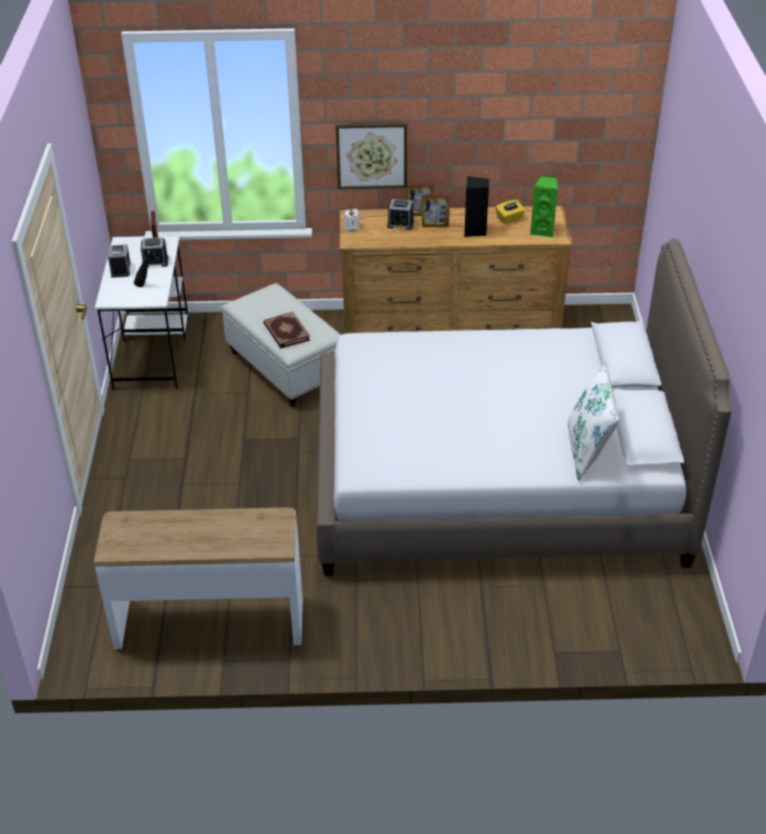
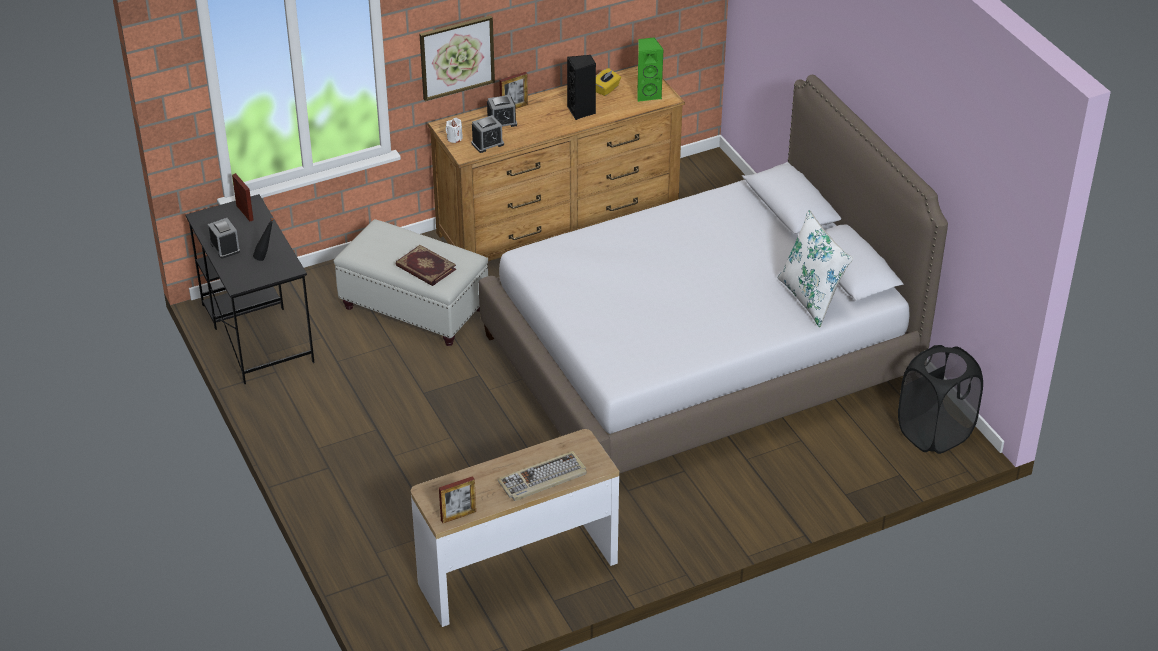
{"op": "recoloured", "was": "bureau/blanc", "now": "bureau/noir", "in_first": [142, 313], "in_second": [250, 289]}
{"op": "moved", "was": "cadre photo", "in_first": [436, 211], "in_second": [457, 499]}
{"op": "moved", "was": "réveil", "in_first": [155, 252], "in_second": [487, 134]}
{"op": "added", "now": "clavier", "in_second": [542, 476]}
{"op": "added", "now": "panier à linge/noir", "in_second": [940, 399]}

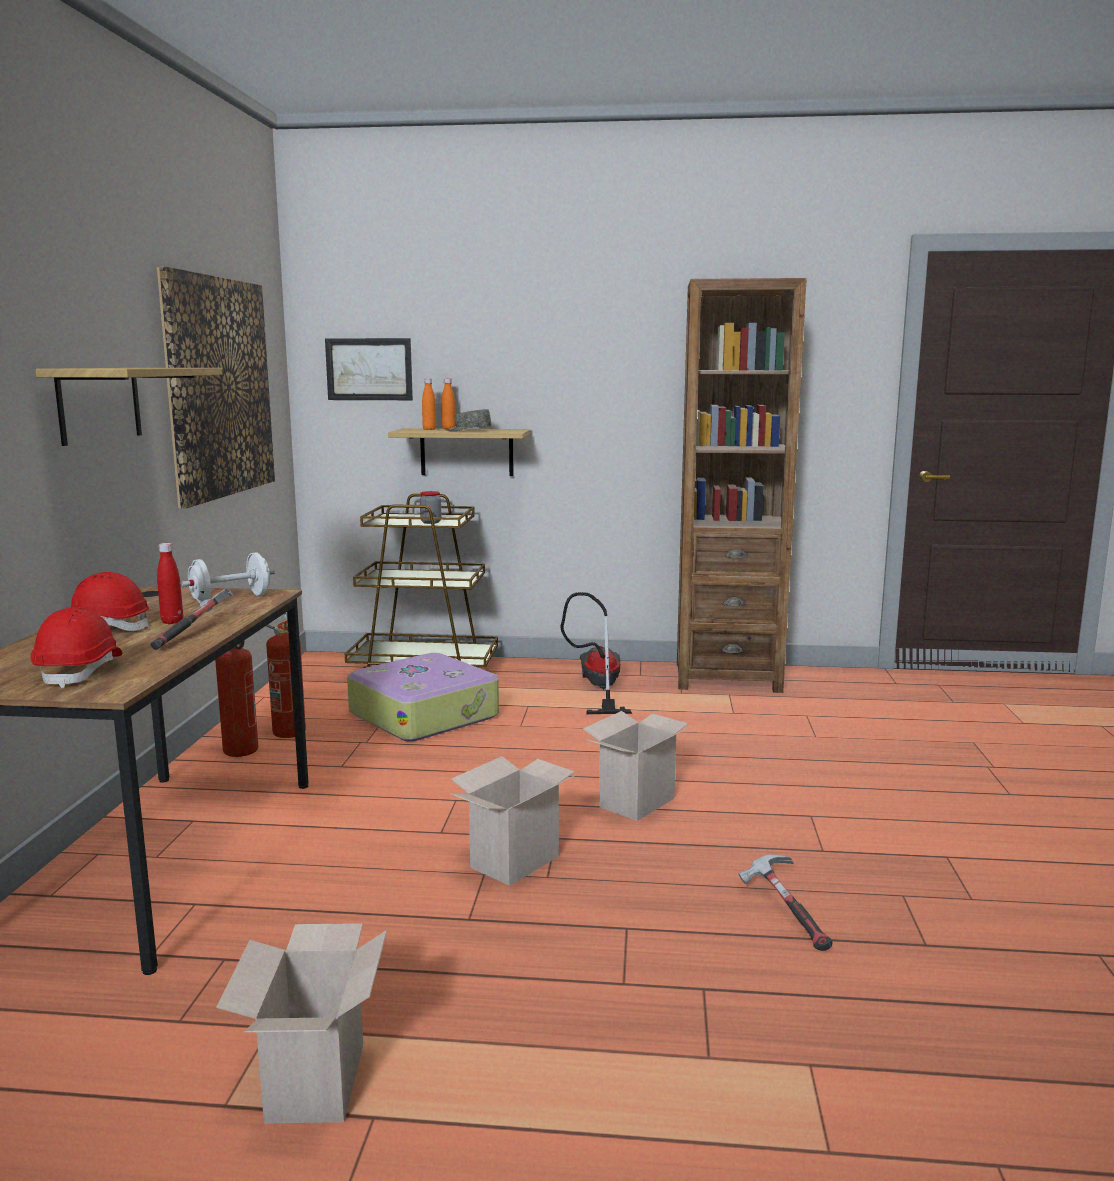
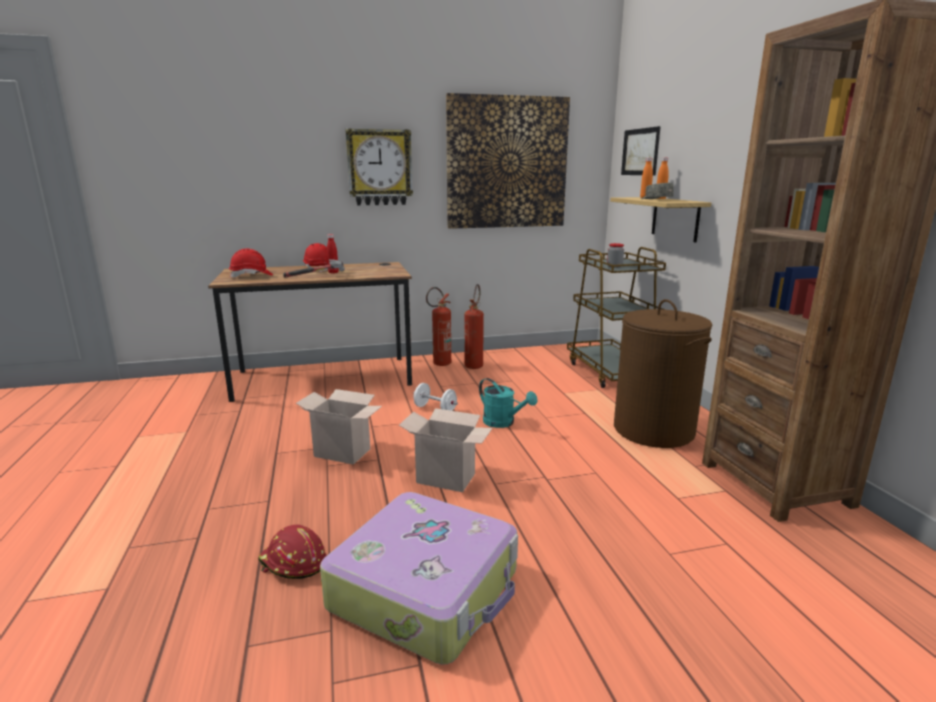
{"op": "replaced", "was": "marteau", "now": "casque de chantier/rouge", "in_first": [785, 902], "in_second": [292, 552]}
{"op": "moved", "was": "valise", "in_first": [423, 697], "in_second": [419, 578]}
{"op": "replaced", "was": "étagère", "now": "horloge murale", "in_first": [129, 407], "in_second": [379, 167]}
{"op": "moved", "was": "haltère/blanc", "in_first": [228, 577], "in_second": [435, 397]}
{"op": "added", "now": "arrosoir/turquoise", "in_second": [508, 403]}
{"op": "replaced", "was": "aspirateur", "now": "panier à linge/marron", "in_first": [596, 653], "in_second": [663, 373]}
{"op": "removed", "was": "carton", "in_first": [301, 1023]}

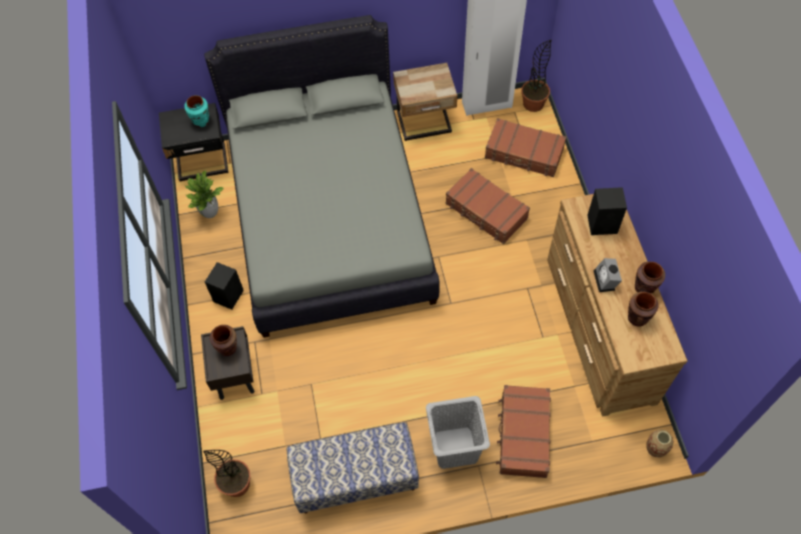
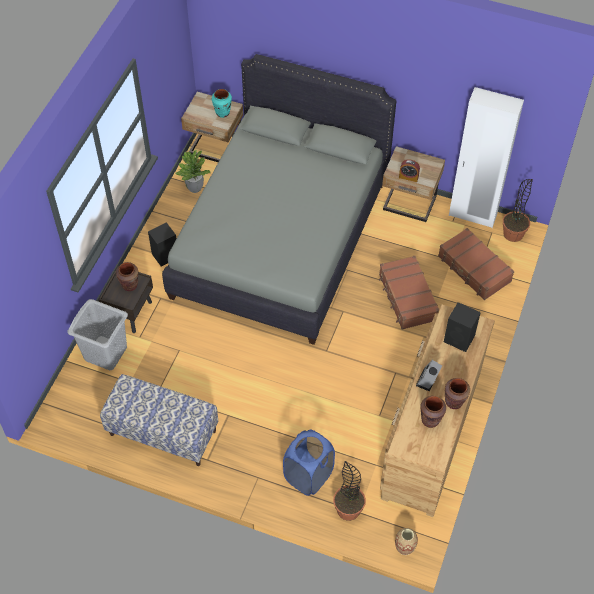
{"op": "moved", "was": "panier à linge/gris", "in_first": [458, 432], "in_second": [97, 334]}
{"op": "recoloured", "was": "table de chevet/noir", "now": "table de chevet/beige", "in_first": [194, 142], "in_second": [212, 127]}
{"op": "replaced", "was": "valise/marron", "now": "panier à linge/bleu", "in_first": [523, 431], "in_second": [309, 463]}
{"op": "moved", "was": "plante en pot", "in_first": [227, 473], "in_second": [349, 491]}
{"op": "added", "now": "réveil", "in_second": [409, 170]}

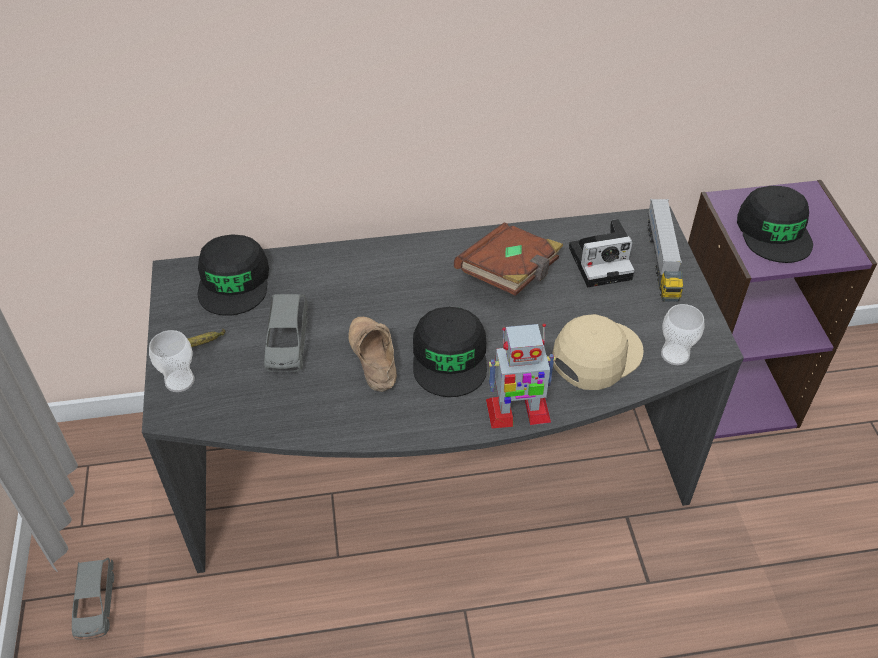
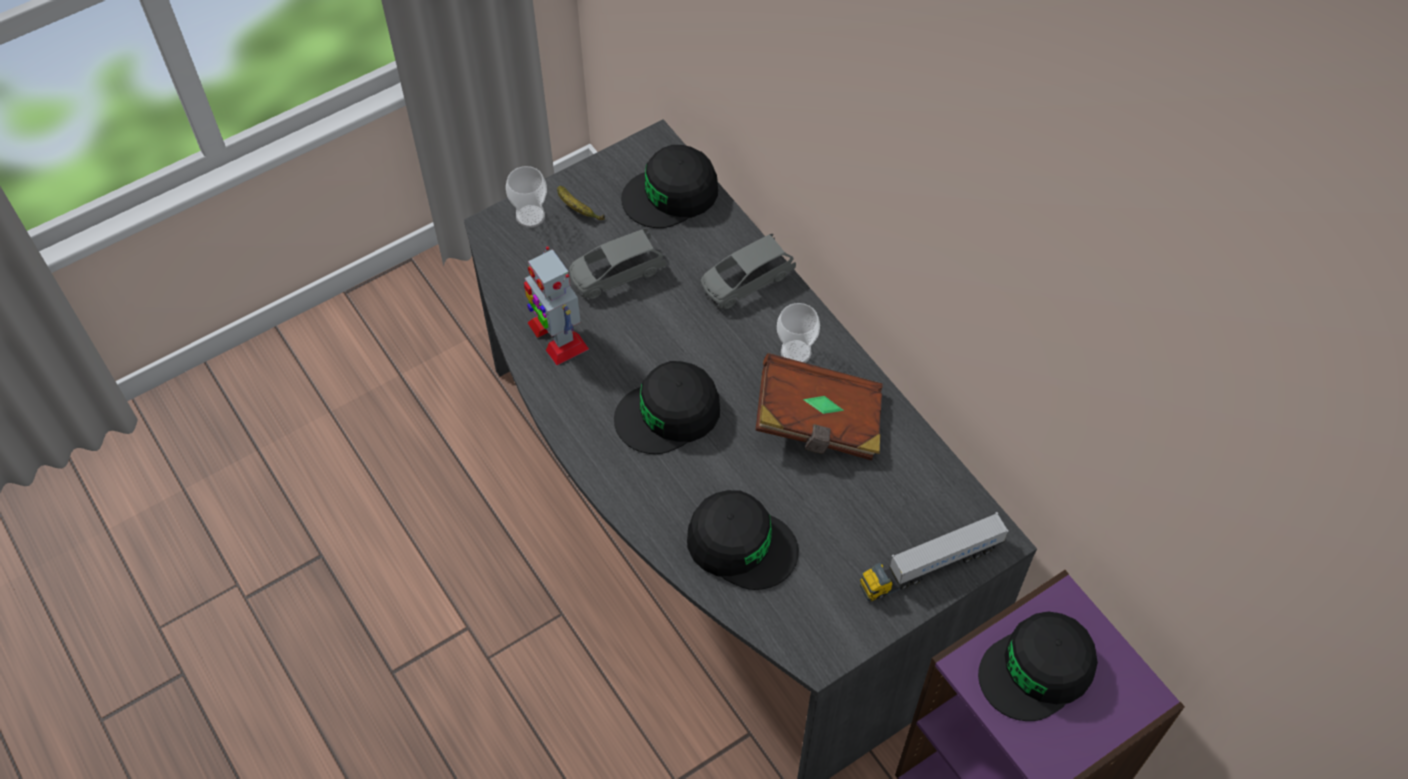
{"op": "moved", "was": "robot jouet", "in_first": [521, 376], "in_second": [556, 305]}
{"op": "recoloured", "was": "casquette/beige", "now": "casquette/noir", "in_first": [598, 352], "in_second": [743, 540]}
{"op": "moved", "was": "petite voiture/gris", "in_first": [93, 599], "in_second": [748, 271]}
{"op": "moved", "was": "tasse", "in_first": [683, 334], "in_second": [798, 333]}
{"op": "removed", "was": "chaussure/beige", "in_first": [372, 354]}
{"op": "removed", "was": "appareil photo", "in_first": [602, 253]}

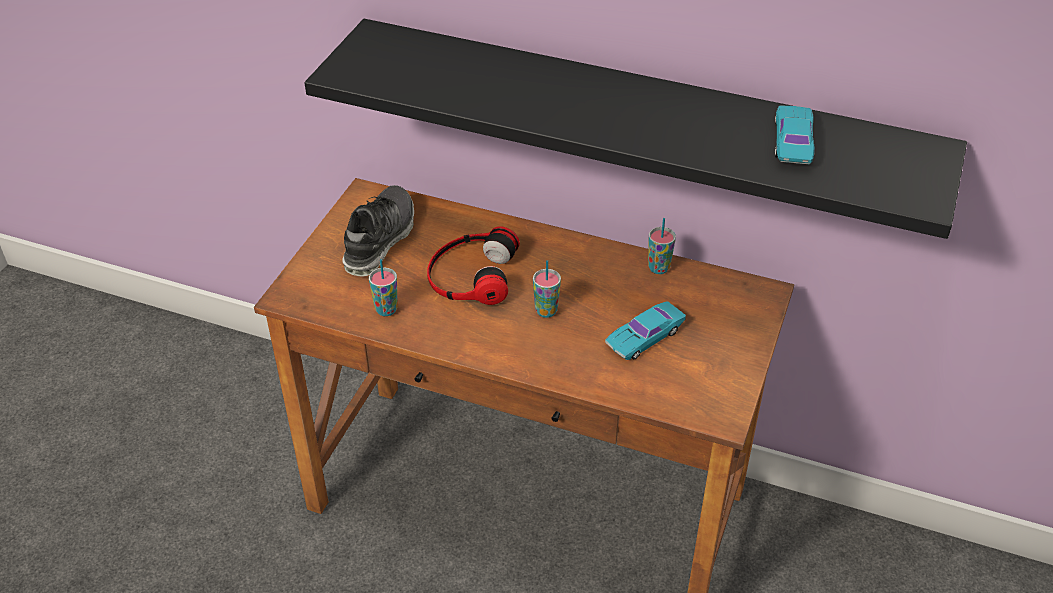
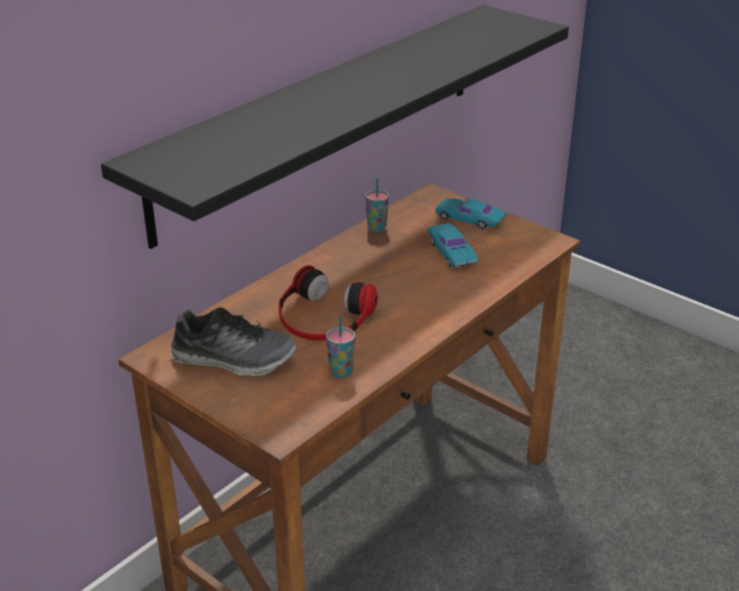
{"op": "turned", "was": "chaussure", "in_first": [378, 231], "in_second": [233, 341], "clockwise": 150}
{"op": "moved", "was": "petite voiture/turquoise", "in_first": [795, 134], "in_second": [470, 213]}
{"op": "removed", "was": "tasse", "in_first": [547, 289]}

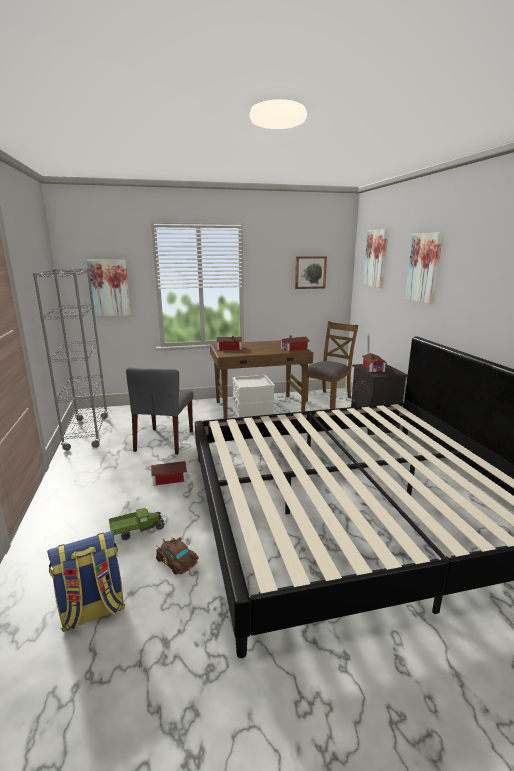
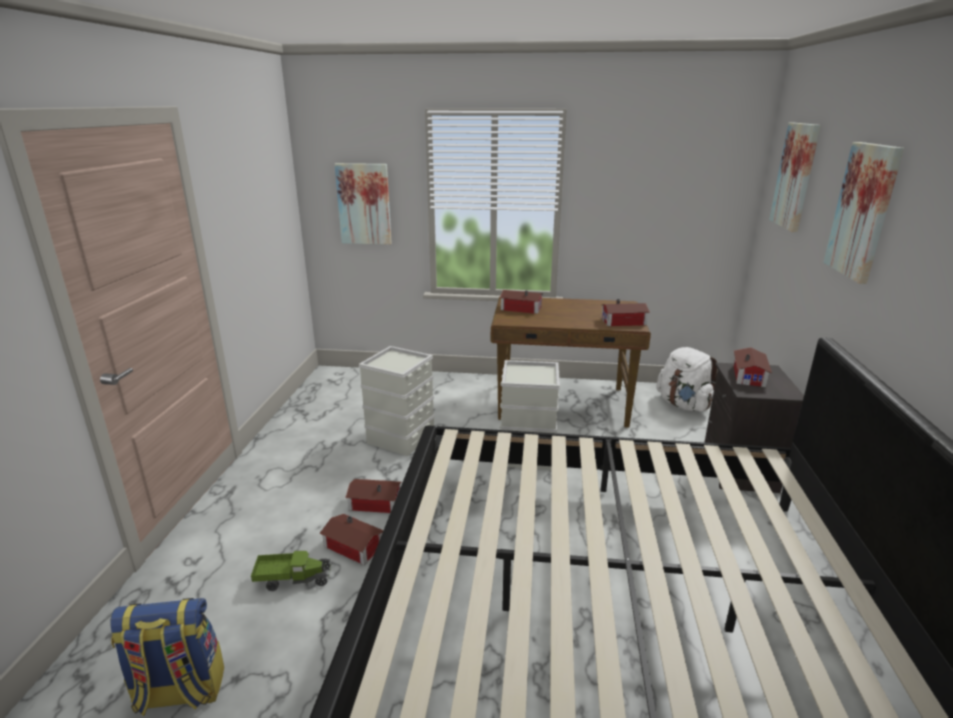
{"op": "added", "now": "maison miniature", "in_second": [352, 539]}
{"op": "replaced", "was": "chaise/gris", "now": "boîte de rangement/gris", "in_first": [159, 411], "in_second": [397, 401]}
{"op": "replaced", "was": "chaise/marron", "now": "sac à dos/blanc", "in_first": [332, 365], "in_second": [686, 379]}
{"op": "removed", "was": "bibliothèque/gris", "in_first": [70, 359]}
{"op": "removed", "was": "petite voiture/marron", "in_first": [177, 555]}
{"op": "removed", "was": "tableau", "in_first": [311, 272]}

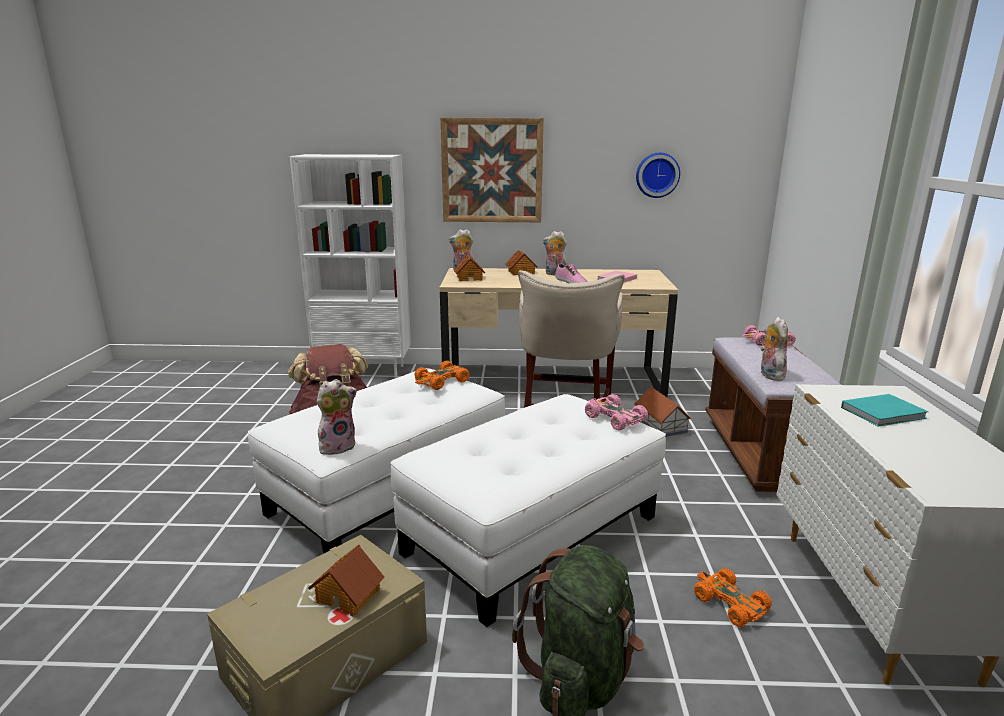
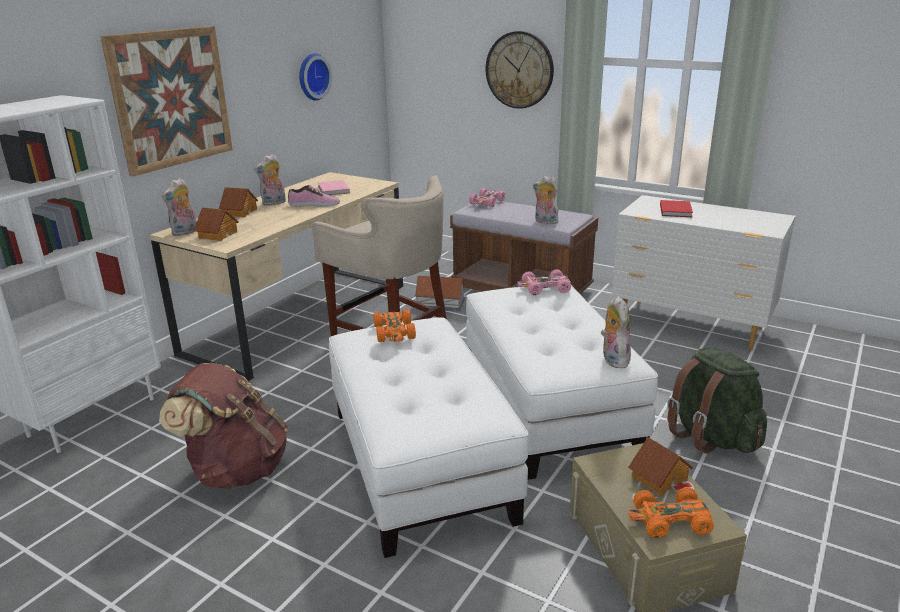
{"op": "added", "now": "horloge murale", "in_second": [520, 70]}
{"op": "moved", "was": "peluche", "in_first": [337, 417], "in_second": [616, 332]}
{"op": "moved", "was": "petite voiture/orange", "in_first": [733, 597], "in_second": [671, 512]}
{"op": "recoloured", "was": "livre/turquoise", "now": "livre/rouge", "in_first": [885, 410], "in_second": [676, 208]}

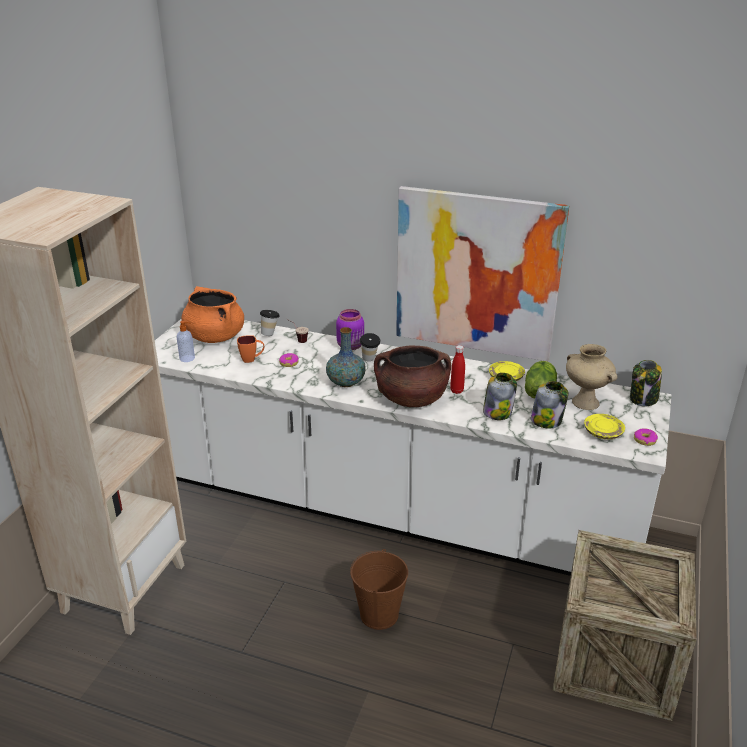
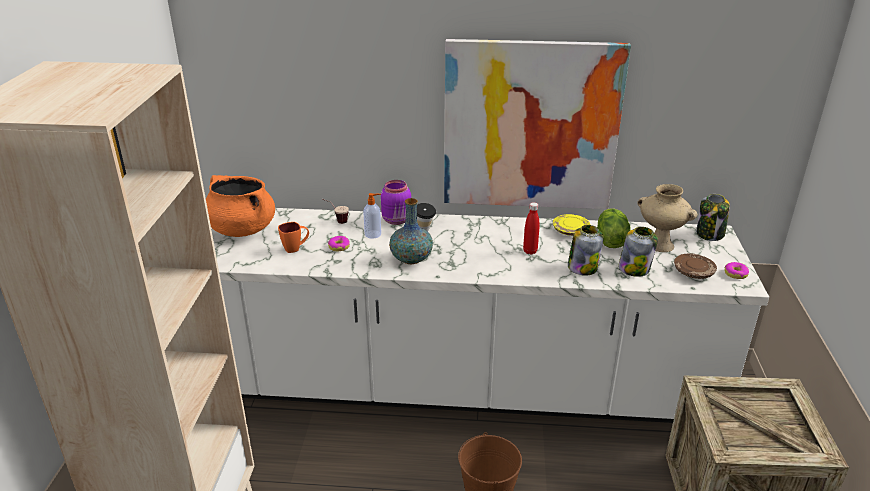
{"op": "moved", "was": "distributeur de savon", "in_first": [186, 341], "in_second": [372, 216]}
{"op": "recoloured", "was": "assiette/jaune", "now": "assiette/marron", "in_first": [604, 426], "in_second": [695, 266]}
{"op": "removed", "was": "tasse", "in_first": [270, 323]}
{"op": "removed", "was": "marmite/marron", "in_first": [412, 376]}

